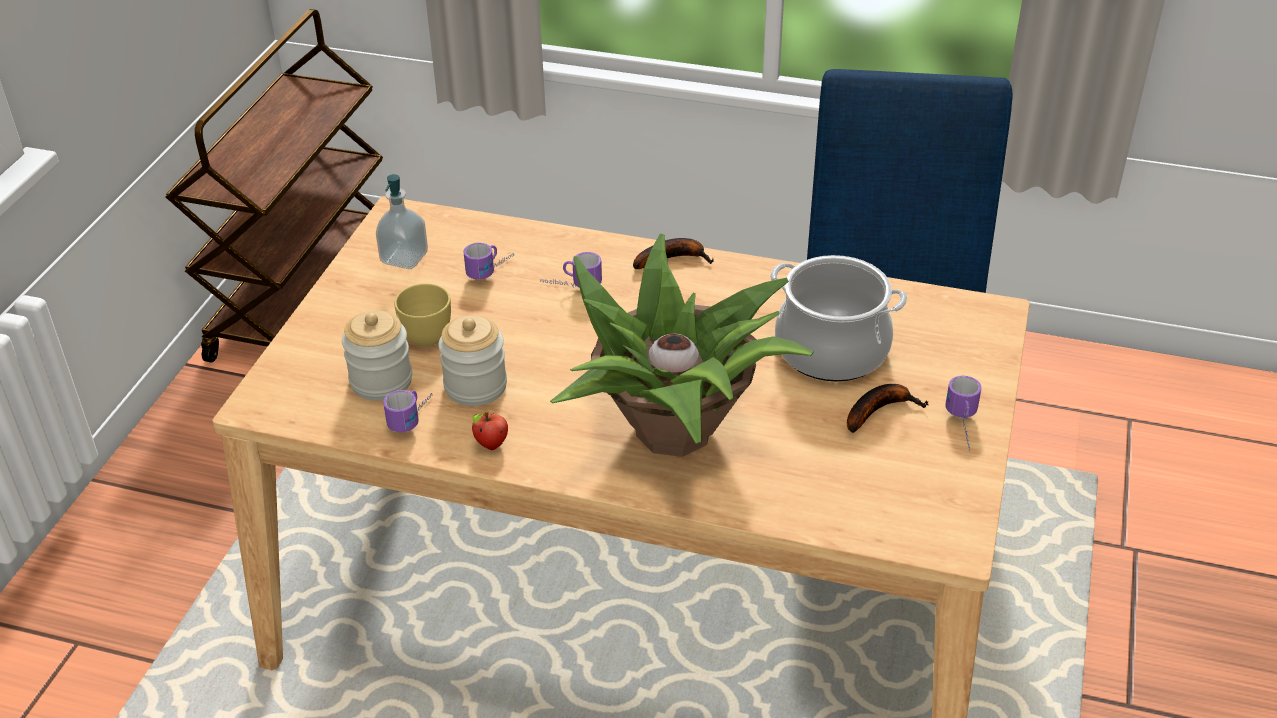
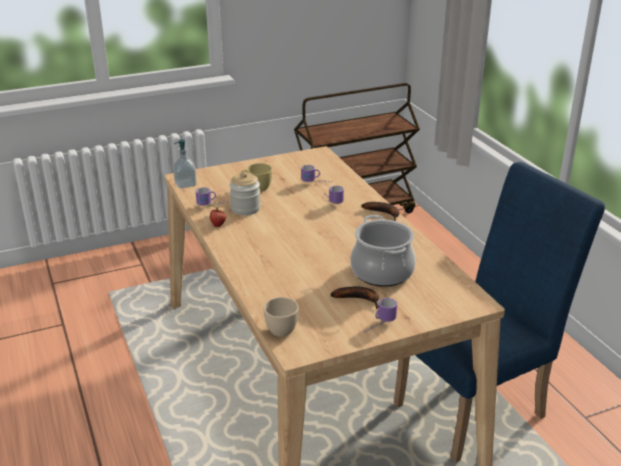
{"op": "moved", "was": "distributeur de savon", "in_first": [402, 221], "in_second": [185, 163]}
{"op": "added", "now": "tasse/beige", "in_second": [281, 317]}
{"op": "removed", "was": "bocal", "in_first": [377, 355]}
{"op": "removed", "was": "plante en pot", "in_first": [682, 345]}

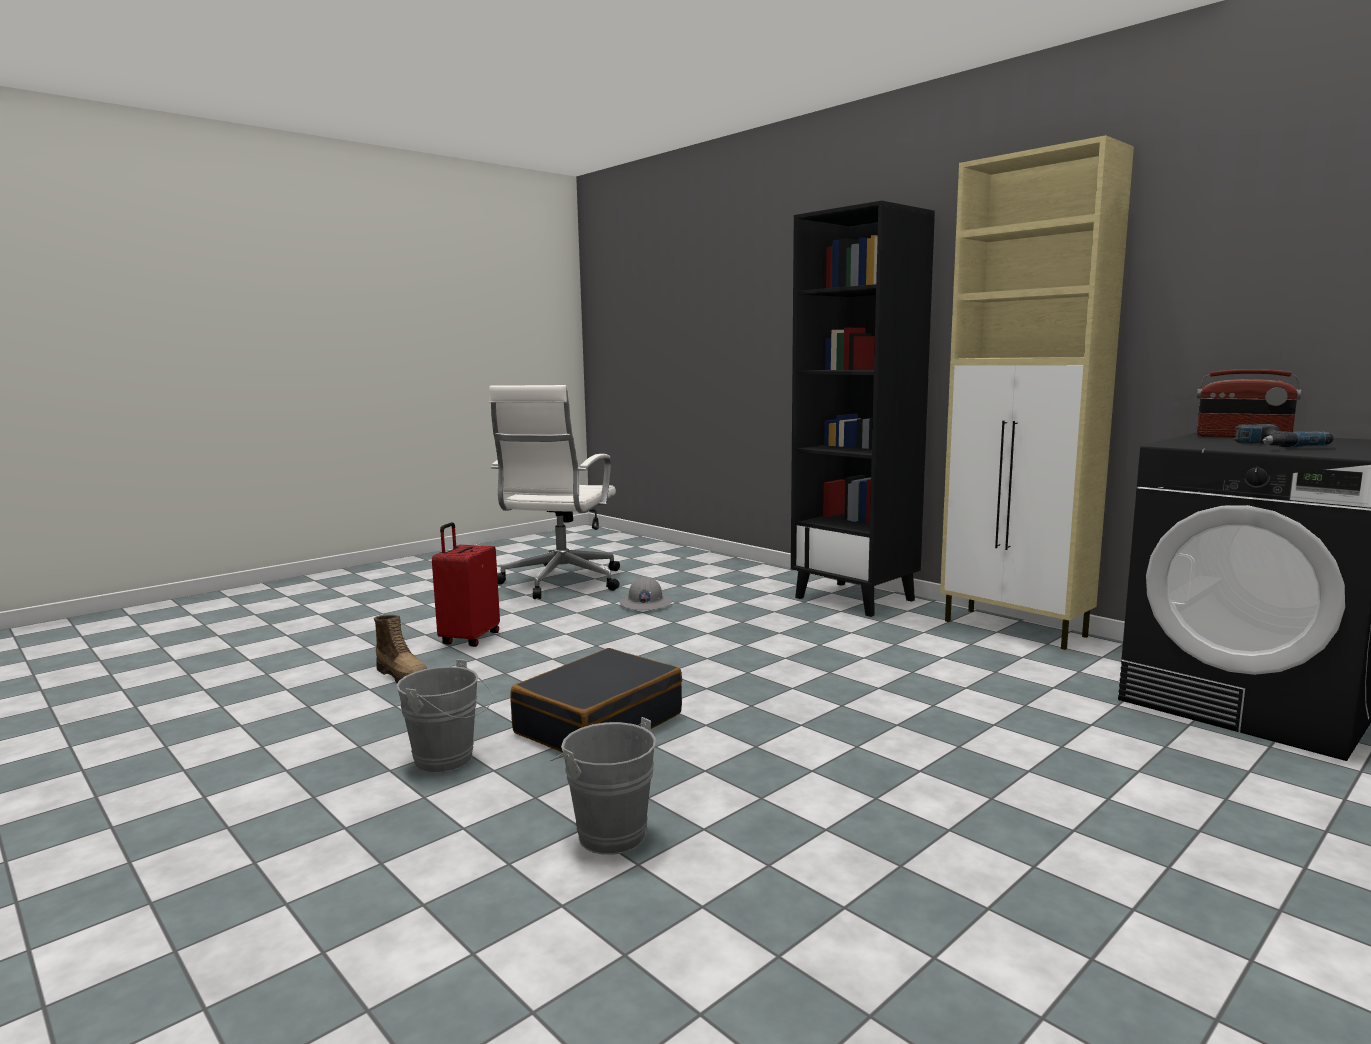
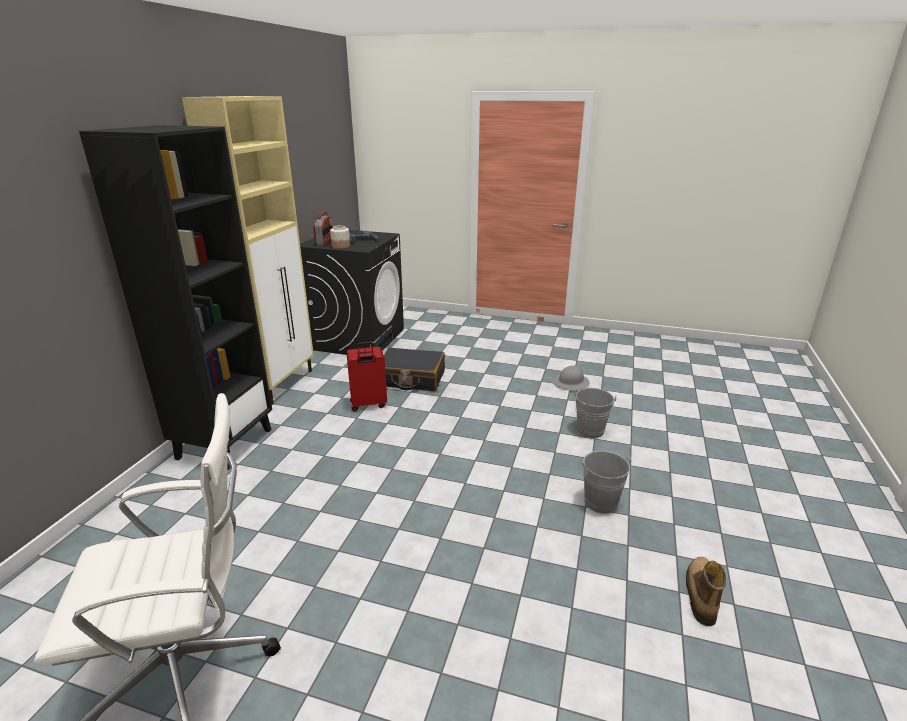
{"op": "added", "now": "bocal", "in_second": [340, 237]}
{"op": "moved", "was": "valise/rouge", "in_first": [466, 584], "in_second": [366, 377]}
{"op": "moved", "was": "valise/noir", "in_first": [596, 700], "in_second": [414, 369]}
{"op": "moved", "was": "casque de chantier/gris", "in_first": [645, 593], "in_second": [571, 378]}
{"op": "moved", "was": "botte", "in_first": [400, 649], "in_second": [706, 591]}

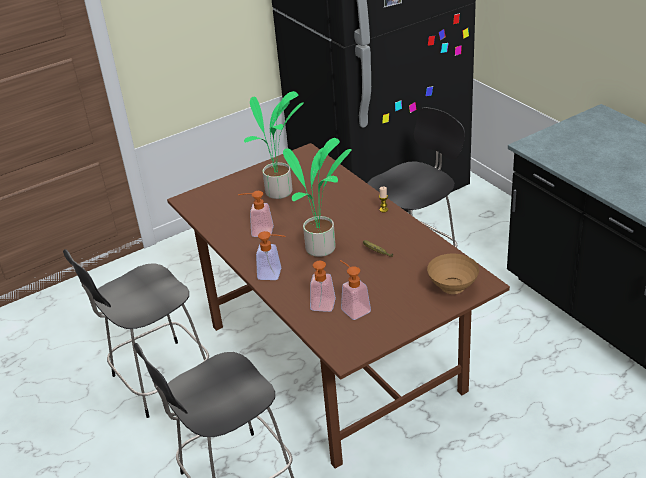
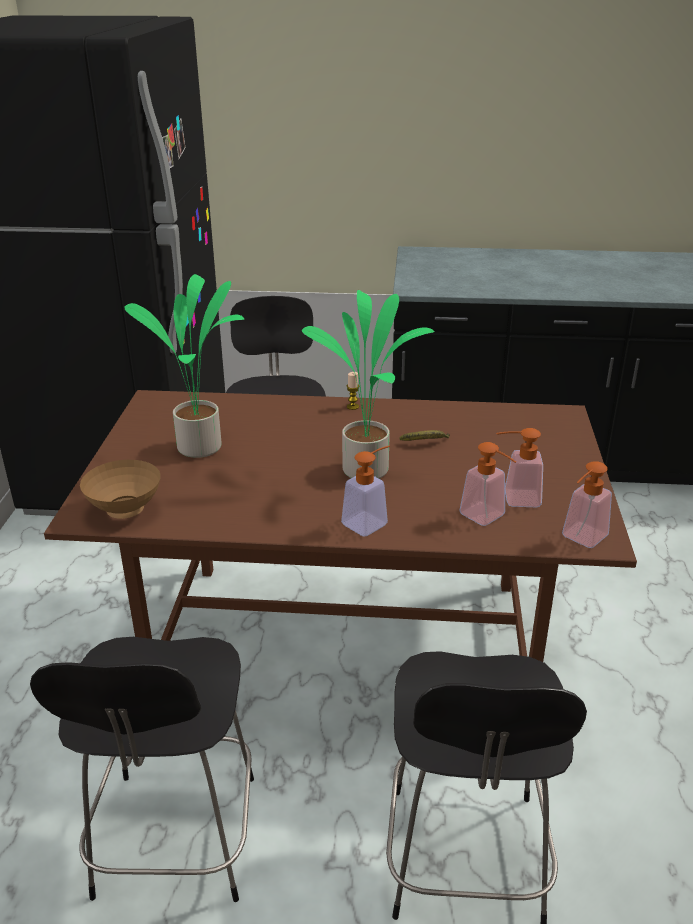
{"op": "moved", "was": "bol/marron", "in_first": [453, 273], "in_second": [120, 489]}
{"op": "moved", "was": "distributeur de savon", "in_first": [256, 214], "in_second": [587, 504]}

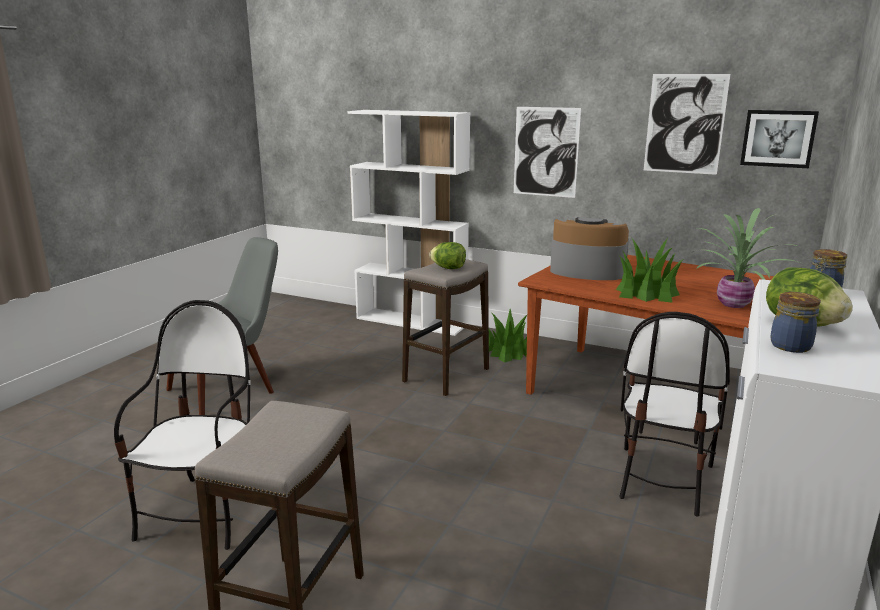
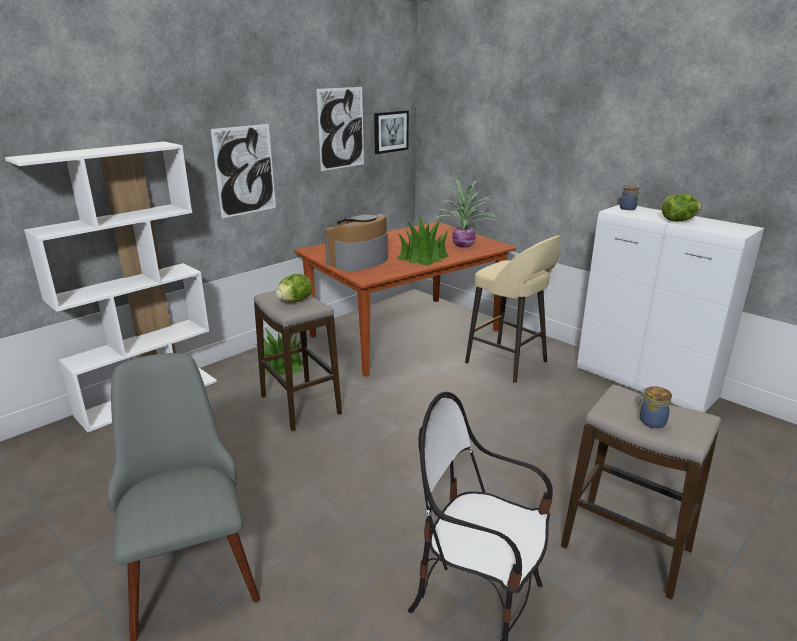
{"op": "replaced", "was": "chaise", "now": "tabouret/beige", "in_first": [674, 414], "in_second": [513, 309]}
{"op": "moved", "was": "bocal", "in_first": [795, 322], "in_second": [655, 407]}

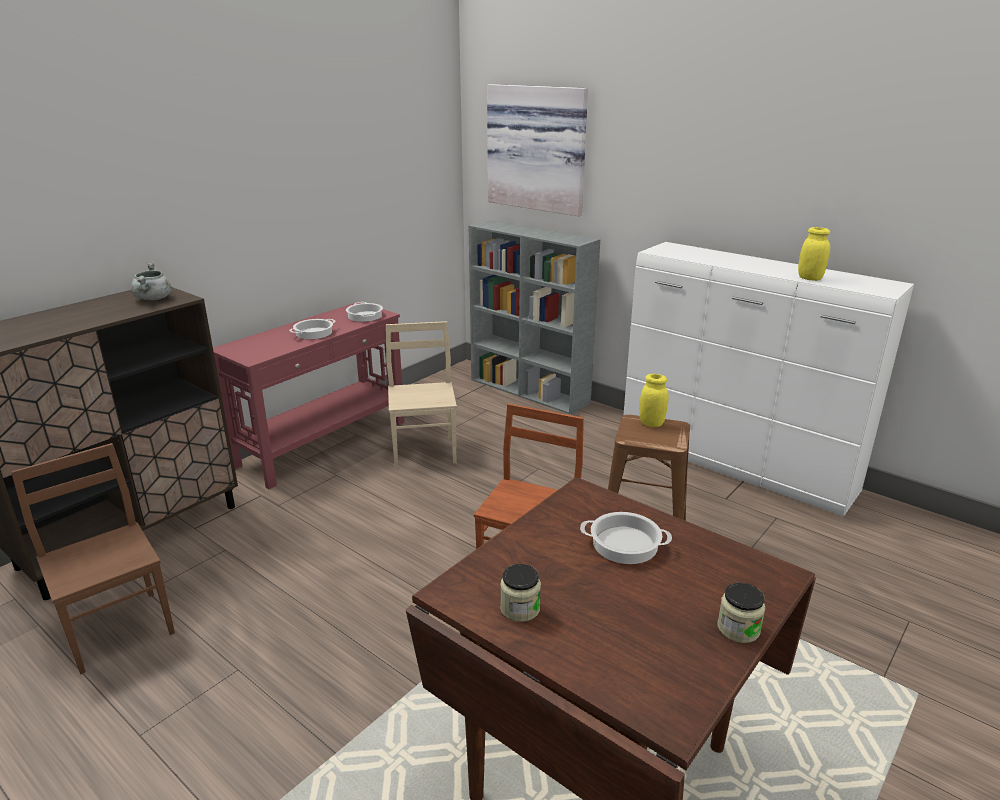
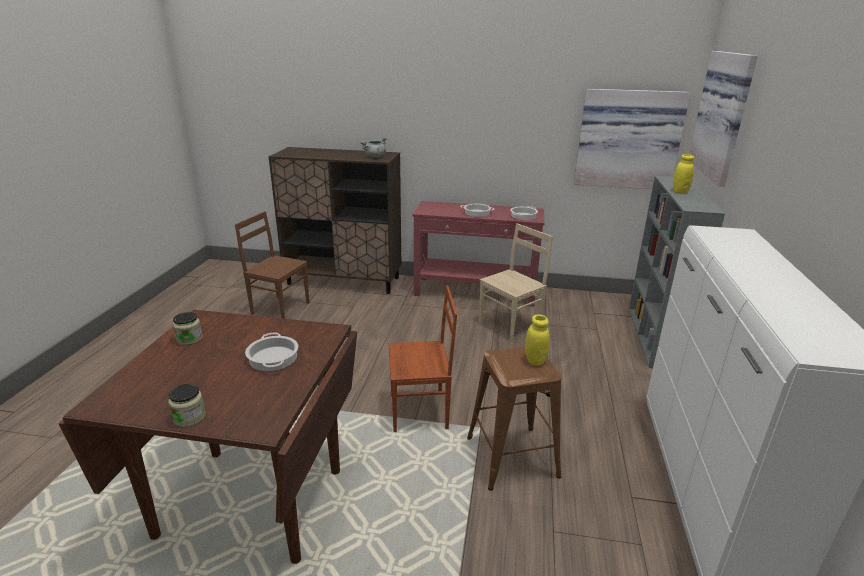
{"op": "turned", "was": "chaise/marron", "in_first": [93, 558], "in_second": [272, 265], "clockwise": -90}
{"op": "added", "now": "tableau", "in_second": [632, 139]}
{"op": "moved", "was": "bocal/jaune", "in_first": [814, 254], "in_second": [684, 173]}

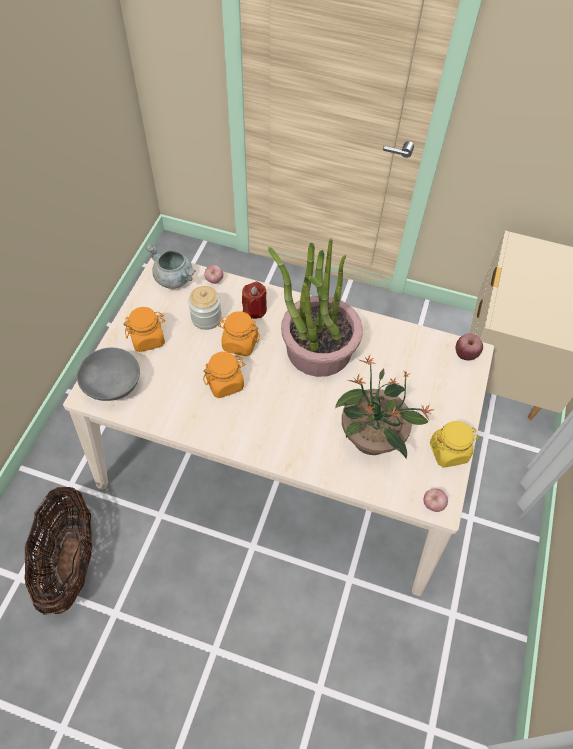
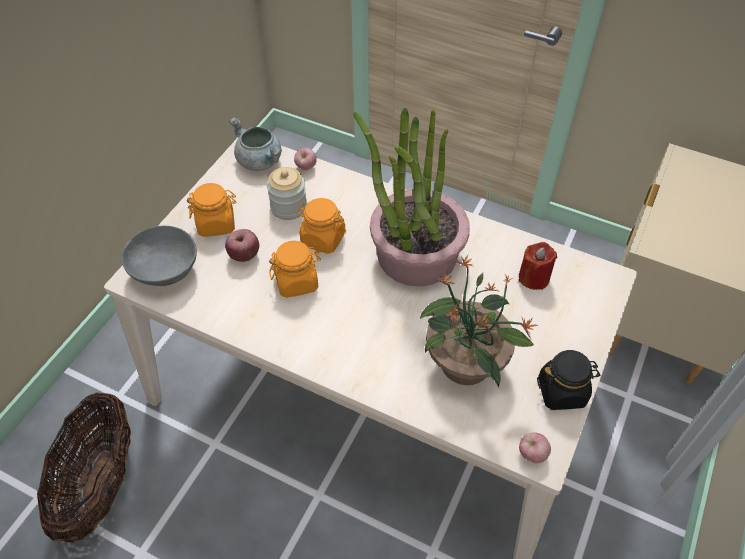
{"op": "moved", "was": "pomme", "in_first": [469, 347], "in_second": [242, 245]}
{"op": "moved", "was": "bougie/rouge", "in_first": [254, 300], "in_second": [537, 266]}
{"op": "recoloured", "was": "bocal/jaune", "now": "bocal/noir", "in_first": [454, 444], "in_second": [568, 380]}

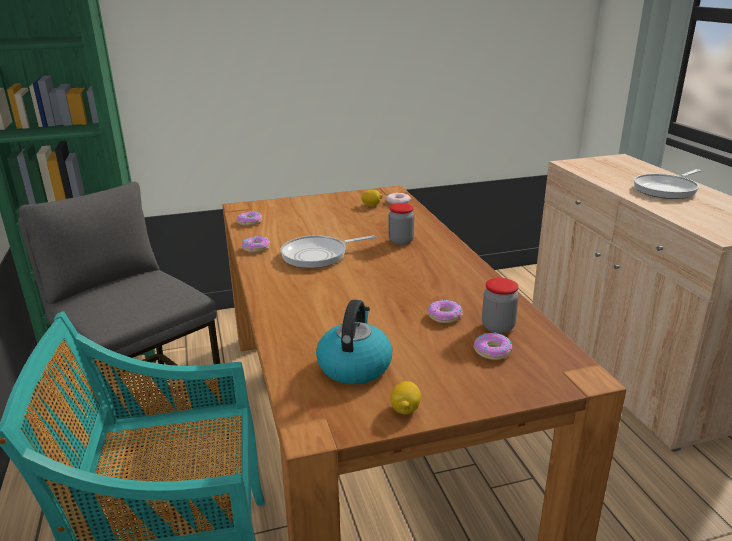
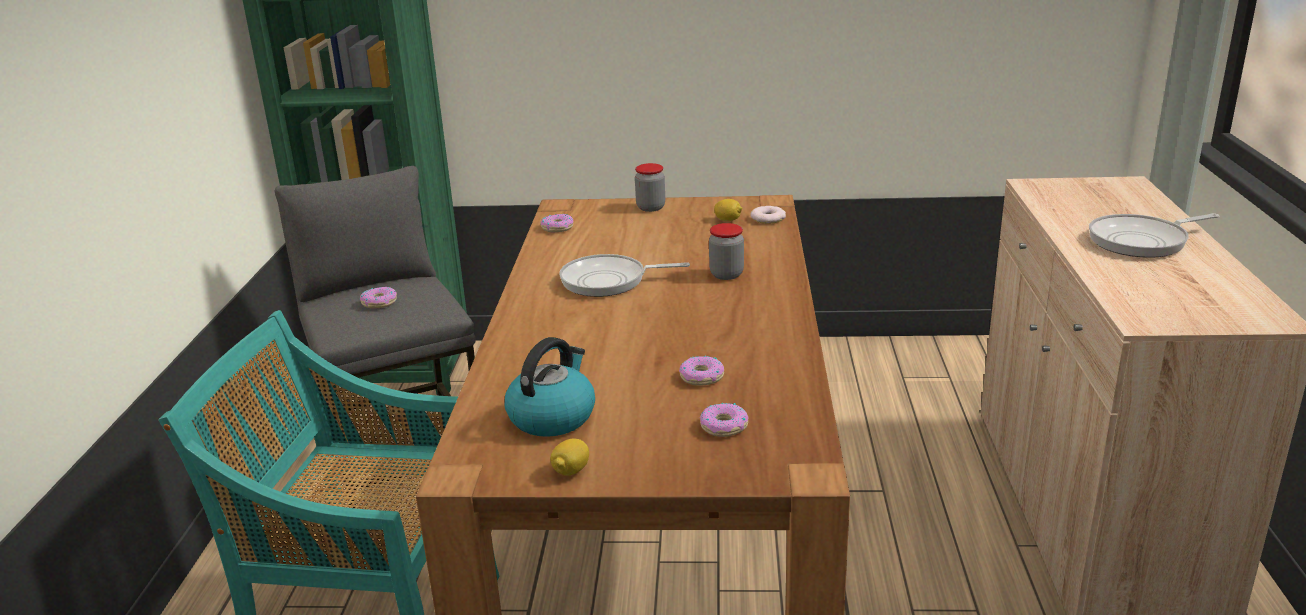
{"op": "moved", "was": "beignet", "in_first": [256, 244], "in_second": [378, 298]}
{"op": "moved", "was": "bocal", "in_first": [500, 306], "in_second": [650, 187]}

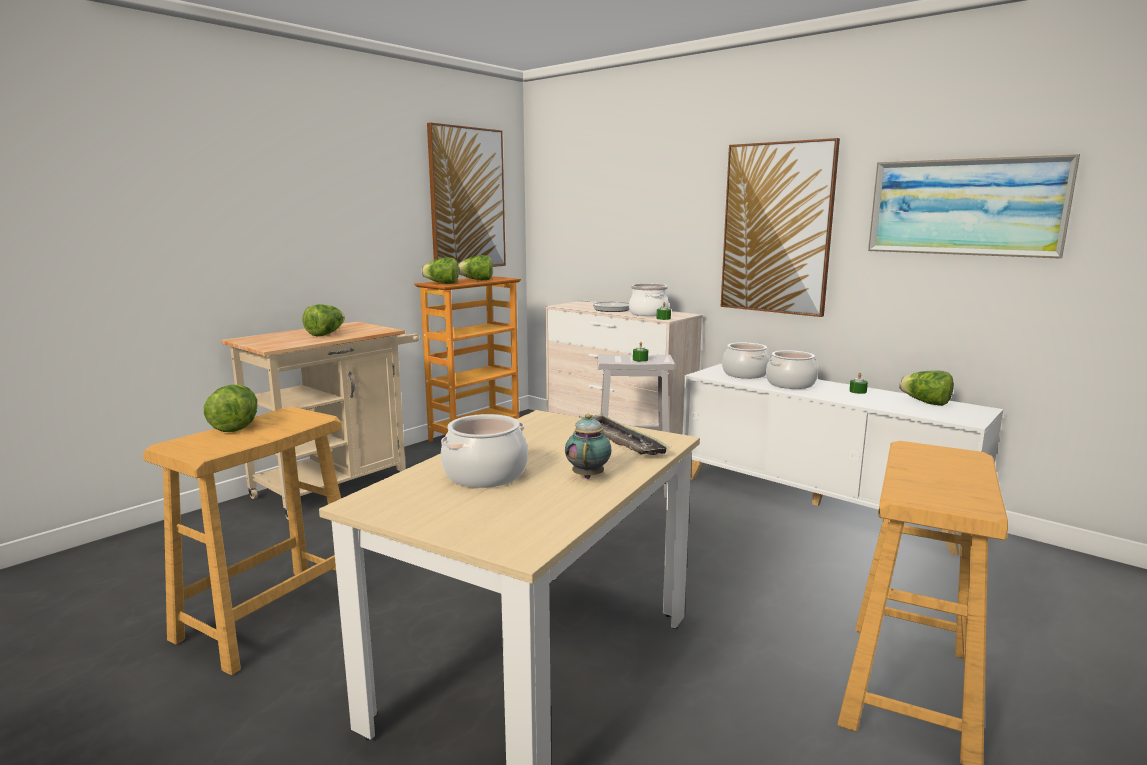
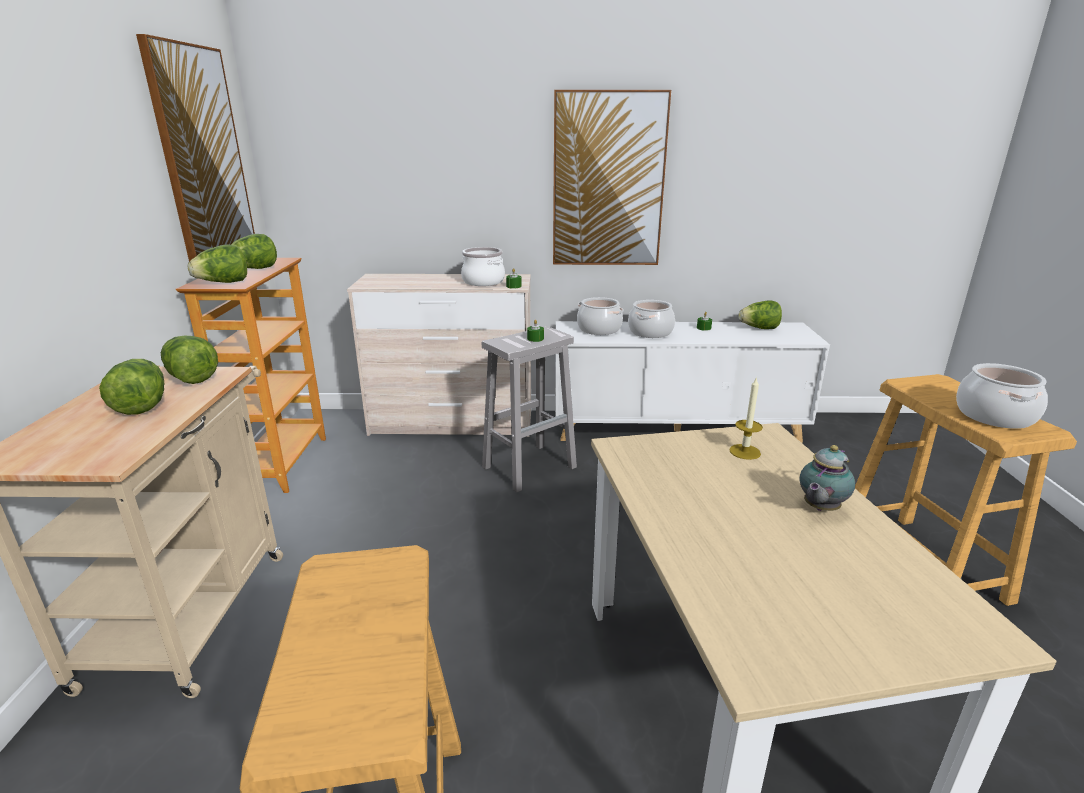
{"op": "moved", "was": "laitue", "in_first": [230, 408], "in_second": [189, 360]}
{"op": "replaced", "was": "plateau", "now": "bougie", "in_first": [625, 434], "in_second": [746, 418]}
{"op": "turned", "was": "théière", "in_first": [588, 446], "in_second": [827, 478], "clockwise": -105}
{"op": "moved", "was": "marmite", "in_first": [484, 451], "in_second": [1002, 396]}
{"op": "removed", "was": "poêle", "in_first": [603, 306]}
{"op": "removed", "was": "tableau", "in_first": [974, 206]}

